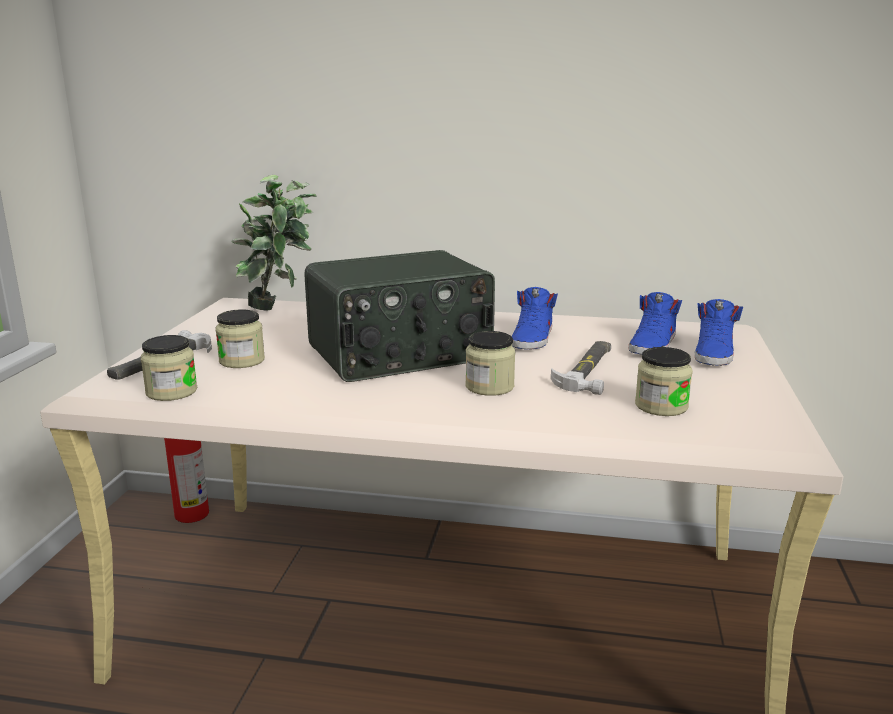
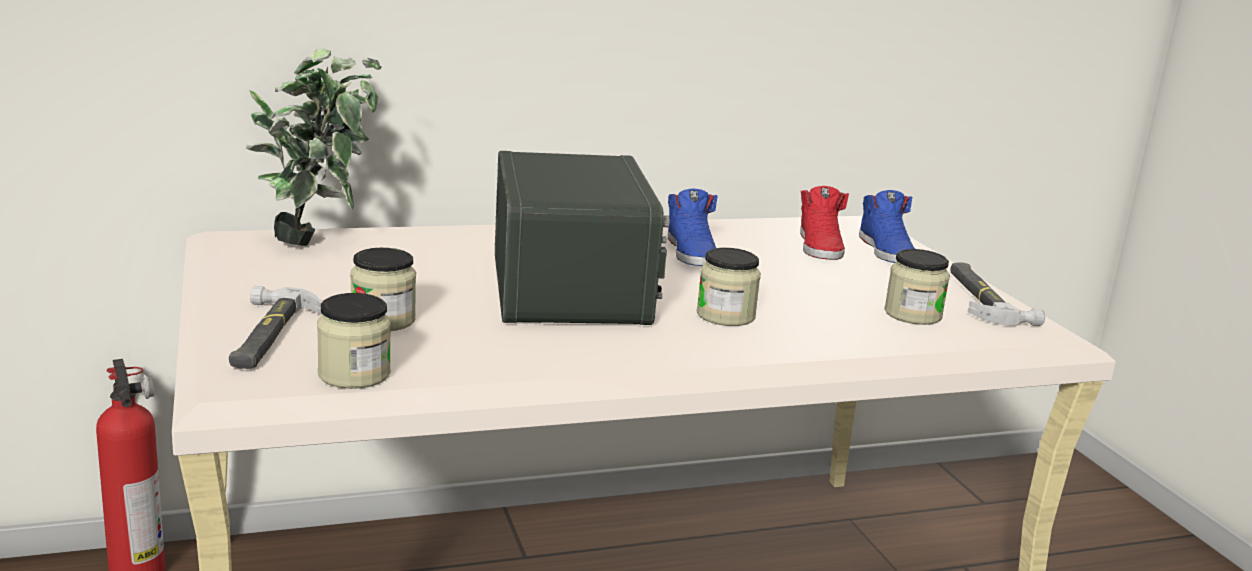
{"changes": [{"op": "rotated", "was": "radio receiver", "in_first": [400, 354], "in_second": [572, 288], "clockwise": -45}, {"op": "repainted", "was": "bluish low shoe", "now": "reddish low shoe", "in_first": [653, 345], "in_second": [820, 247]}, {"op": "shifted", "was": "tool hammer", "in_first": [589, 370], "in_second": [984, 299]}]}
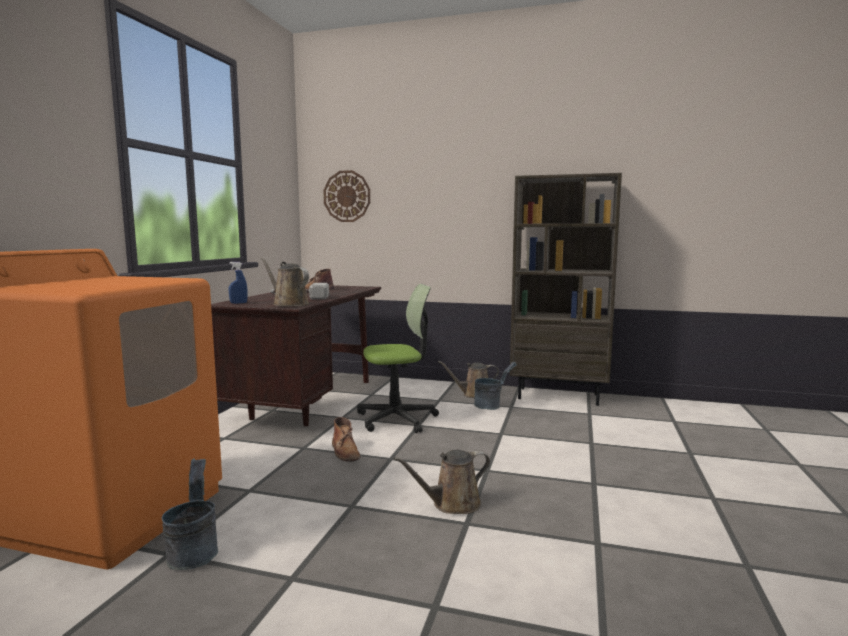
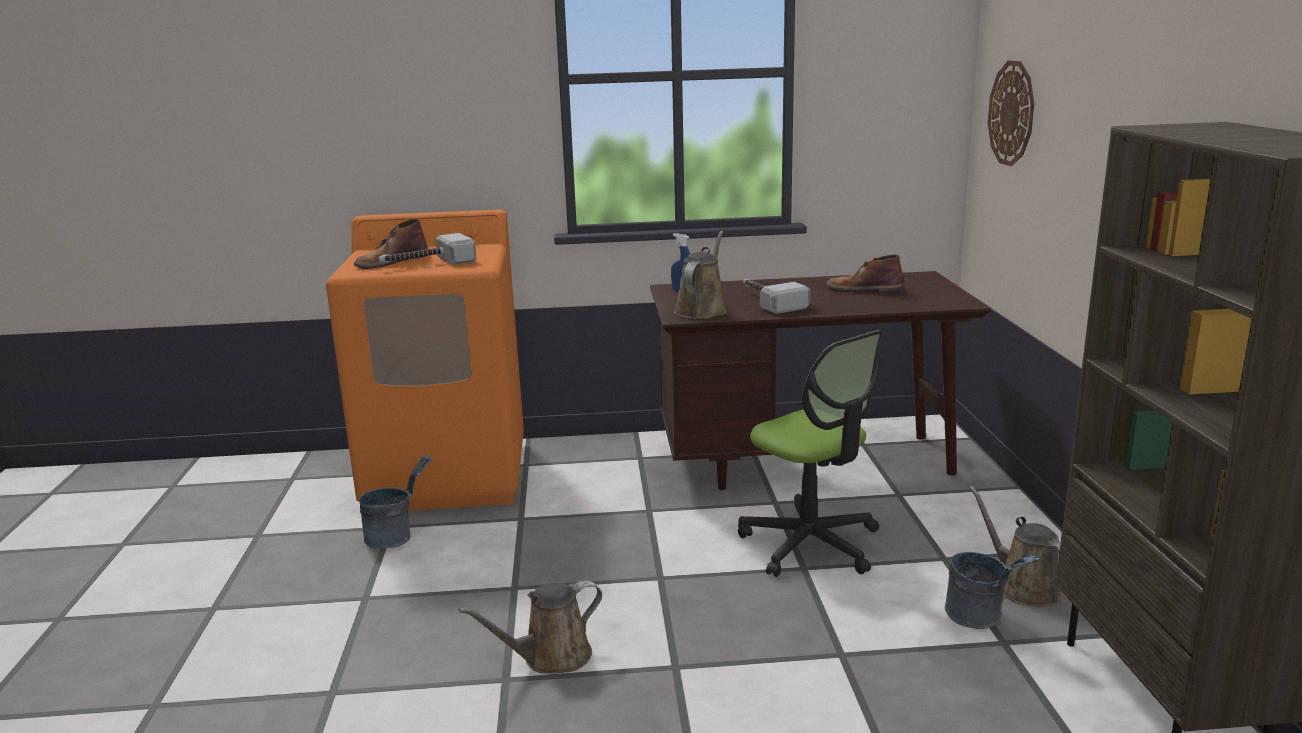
{"changes": [{"op": "shifted", "was": "brownish boot", "in_first": [345, 451], "in_second": [391, 261]}, {"op": "new", "now": "tool hammer", "in_second": [426, 264]}, {"op": "rotated", "was": "brownish watering can", "in_first": [452, 504], "in_second": [550, 657], "clockwise": -75}]}
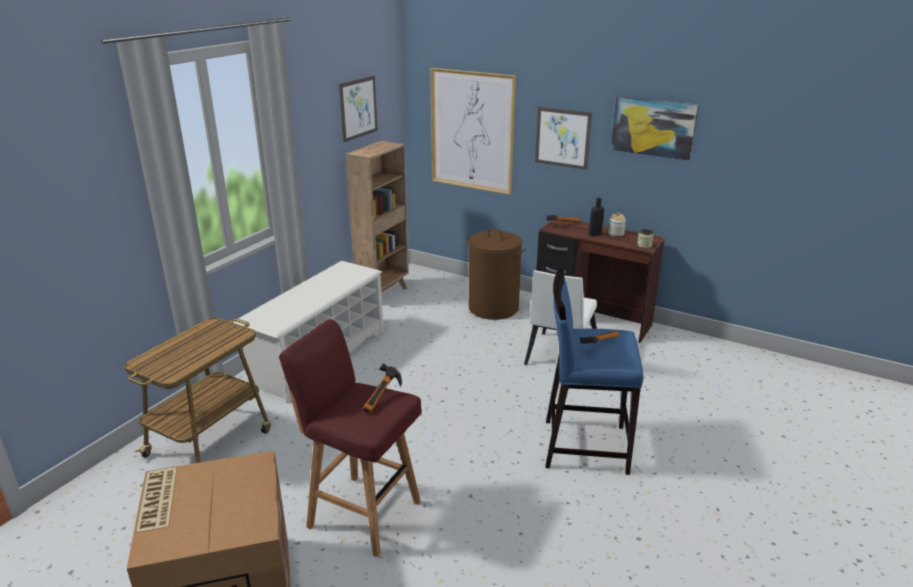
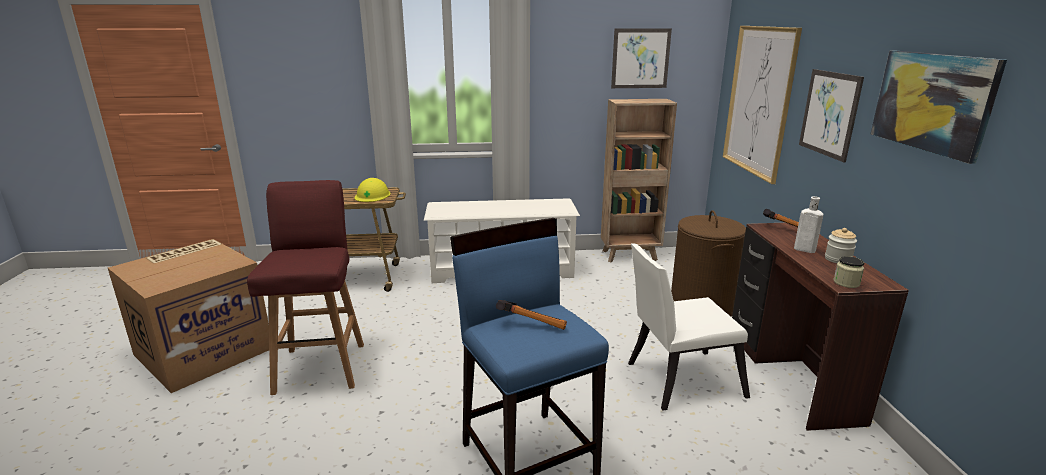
{"changes": [{"op": "new", "now": "yellow hard hat", "in_second": [372, 195]}, {"op": "repainted", "was": "black bottle", "now": "white-coloured bottle", "in_first": [594, 234], "in_second": [803, 249]}, {"op": "gone", "was": "tool hammer", "in_first": [384, 398]}]}
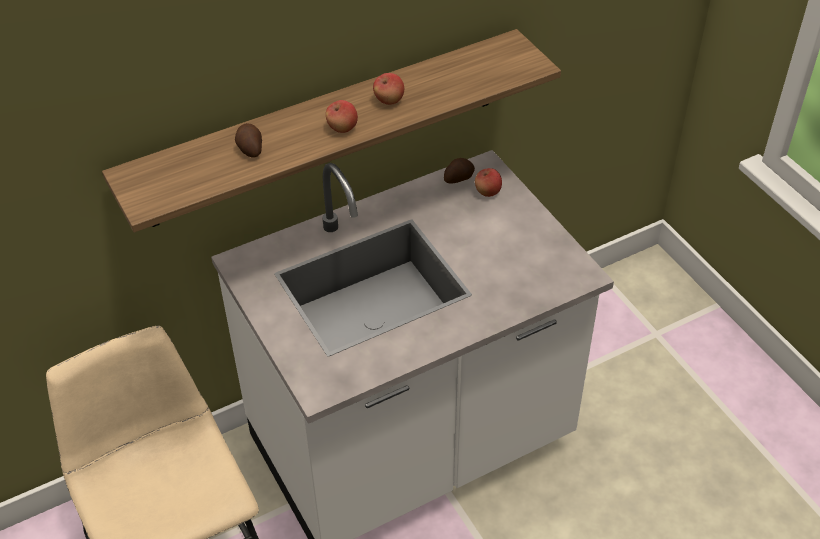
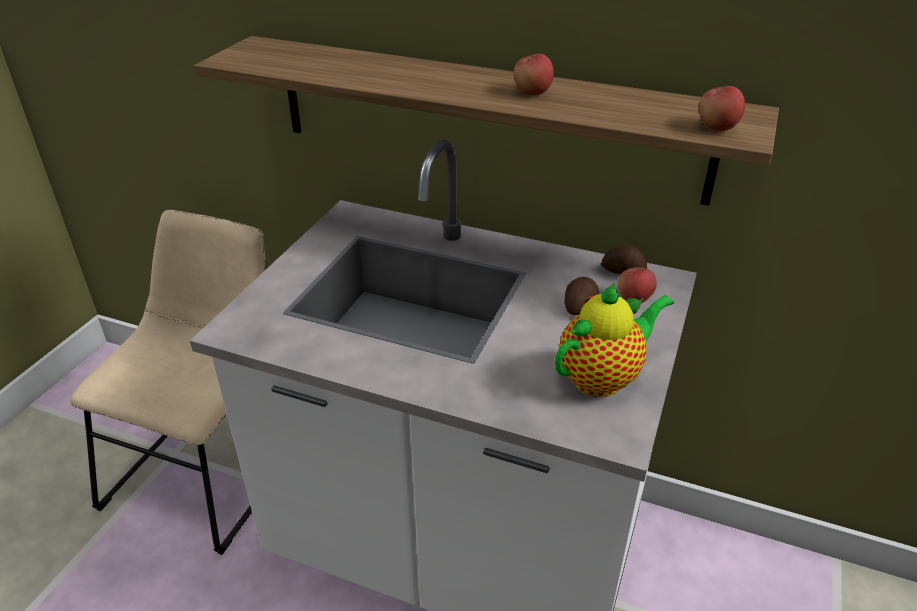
{"changes": [{"op": "new", "now": "pot for tea", "in_second": [603, 377]}, {"op": "shifted", "was": "spud", "in_first": [250, 148], "in_second": [579, 306]}, {"op": "shifted", "was": "apple", "in_first": [342, 128], "in_second": [717, 127]}]}
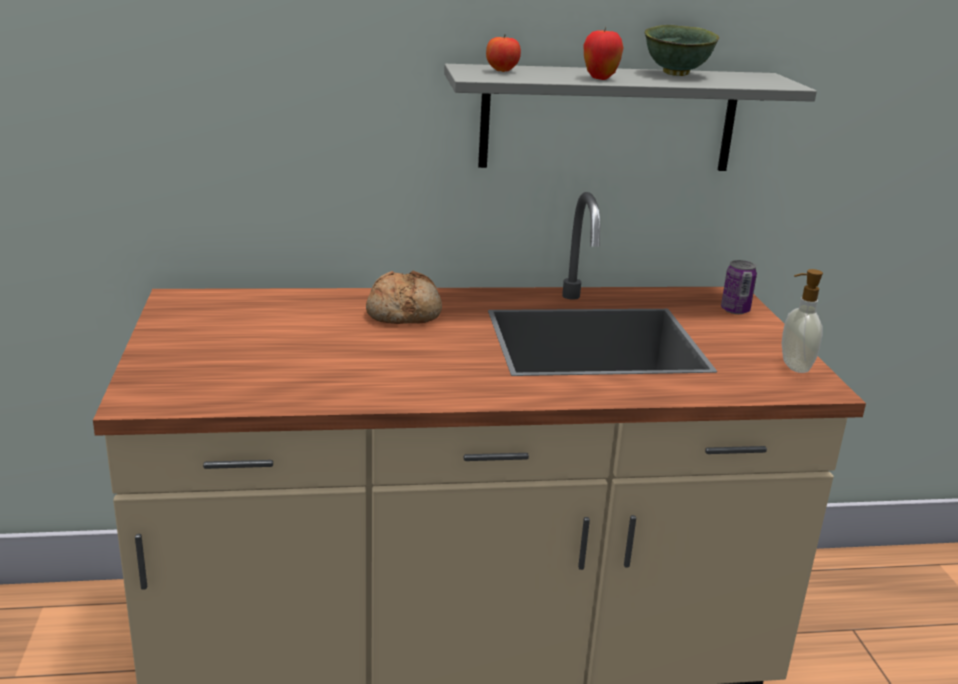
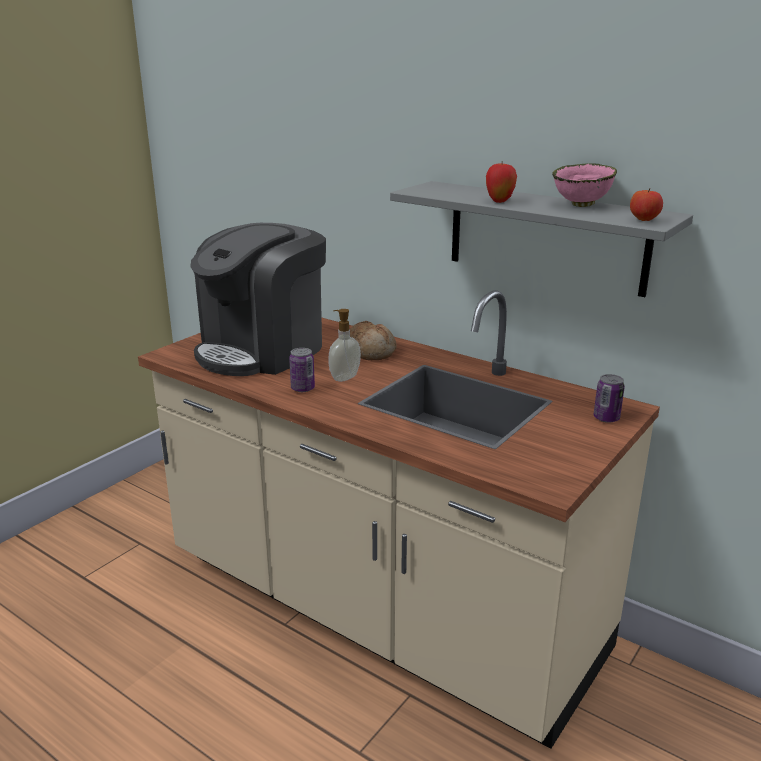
{"changes": [{"op": "new", "now": "coffee maker", "in_second": [262, 350]}, {"op": "new", "now": "can", "in_second": [302, 388]}, {"op": "shifted", "was": "liquid soap bottle", "in_first": [793, 366], "in_second": [344, 377]}, {"op": "repainted", "was": "greenish serving bowl", "now": "pink-coloured serving bowl", "in_first": [677, 74], "in_second": [582, 205]}, {"op": "shifted", "was": "apple", "in_first": [502, 71], "in_second": [644, 220]}]}
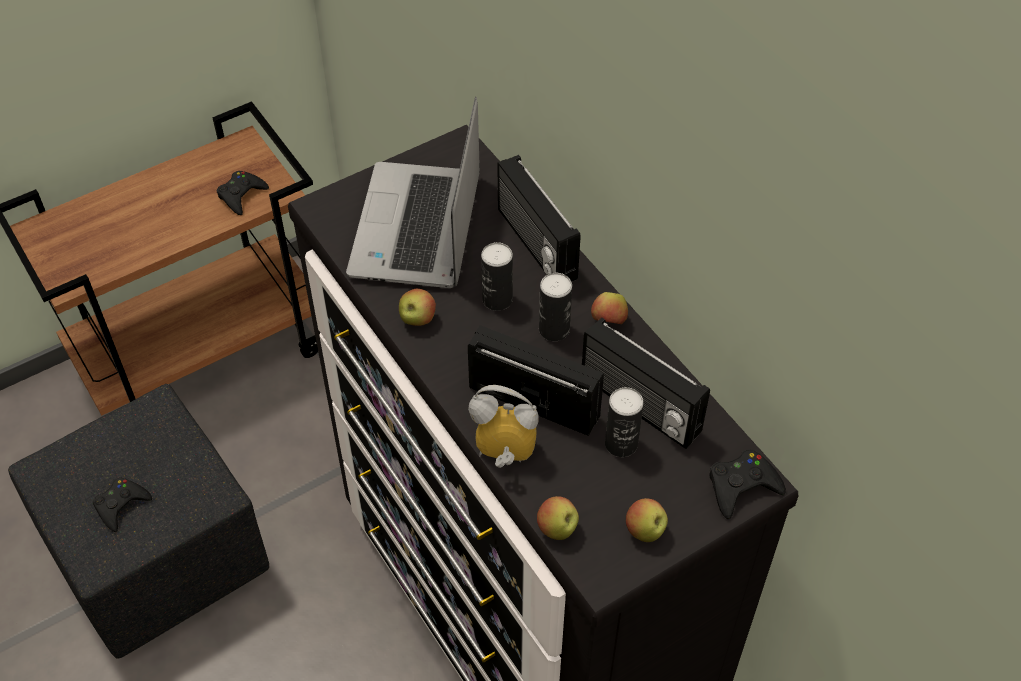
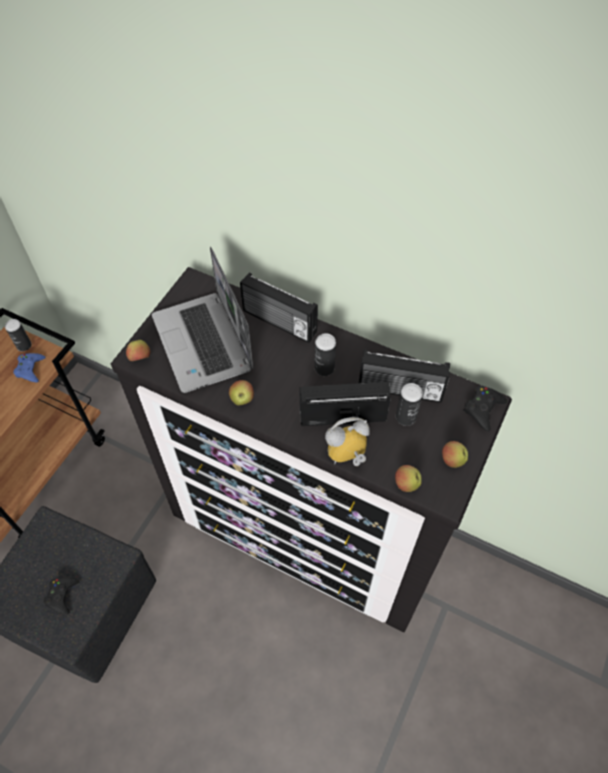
{"changes": [{"op": "shifted", "was": "can", "in_first": [497, 299], "in_second": [24, 345]}, {"op": "repainted", "was": "black gamepad", "now": "bluish gamepad", "in_first": [241, 195], "in_second": [30, 369]}, {"op": "shifted", "was": "apple", "in_first": [608, 321], "in_second": [140, 358]}]}
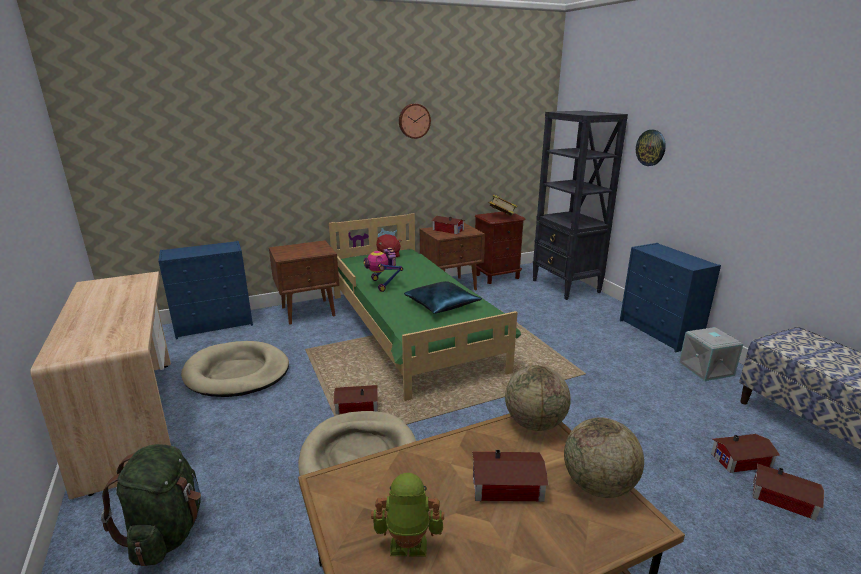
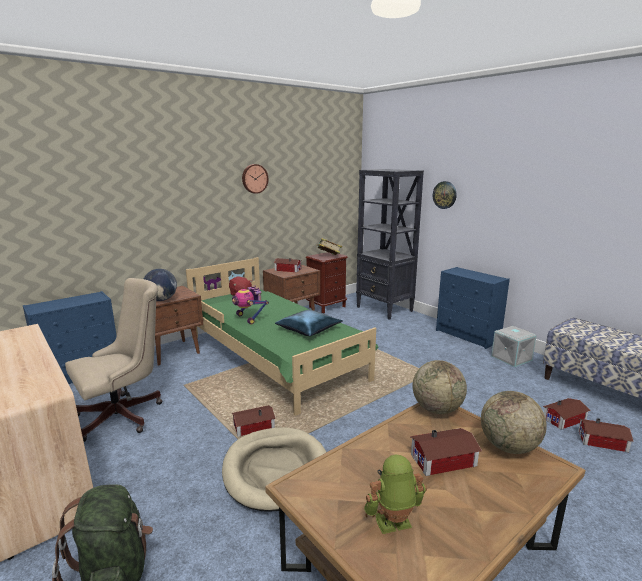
{"changes": [{"op": "swapped", "was": "beige dog cushion", "now": "beige office chair", "in_first": [237, 373], "in_second": [124, 415]}, {"op": "new", "now": "world globe", "in_second": [161, 300]}]}
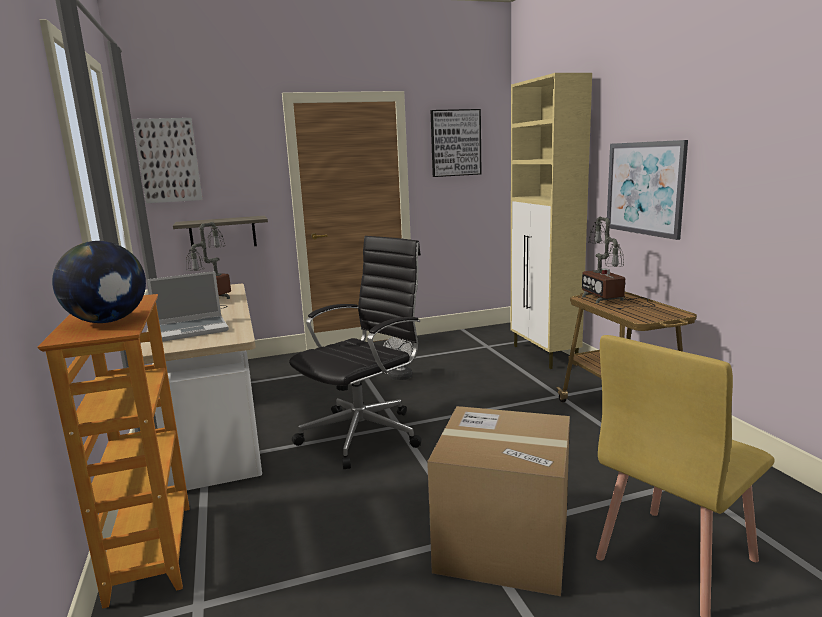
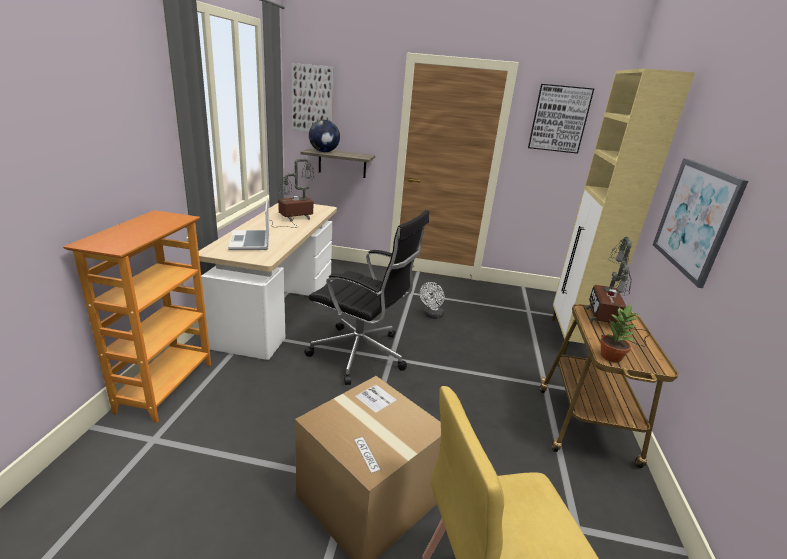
{"changes": [{"op": "rotated", "was": "notebook computer", "in_first": [192, 330], "in_second": [251, 242], "clockwise": 75}, {"op": "rotated", "was": "black office chair", "in_first": [364, 434], "in_second": [361, 355], "clockwise": 45}, {"op": "shifted", "was": "world globe", "in_first": [108, 321], "in_second": [324, 152]}, {"op": "new", "now": "plant in a pot", "in_second": [611, 356]}]}
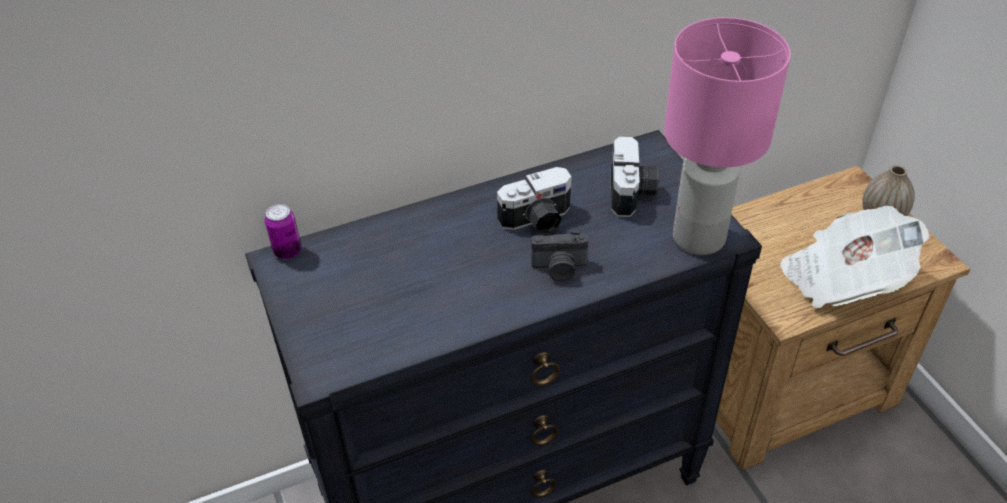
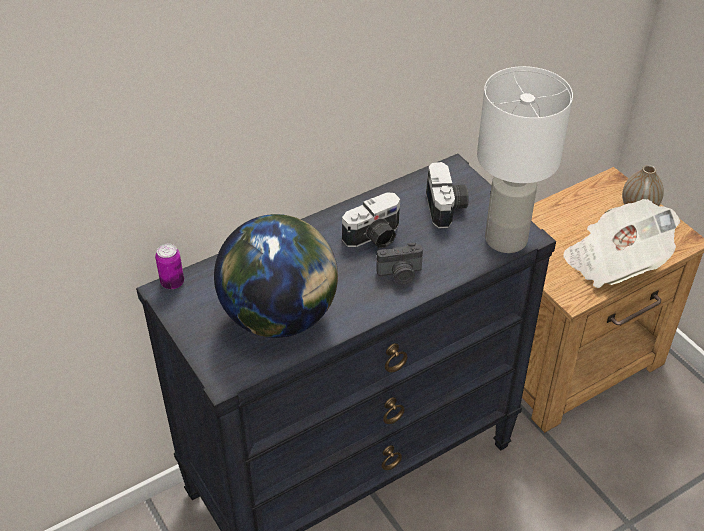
{"changes": [{"op": "new", "now": "world globe", "in_second": [280, 316]}, {"op": "repainted", "was": "pink-coloured table lamp", "now": "white-coloured table lamp", "in_first": [698, 238], "in_second": [505, 240]}]}
